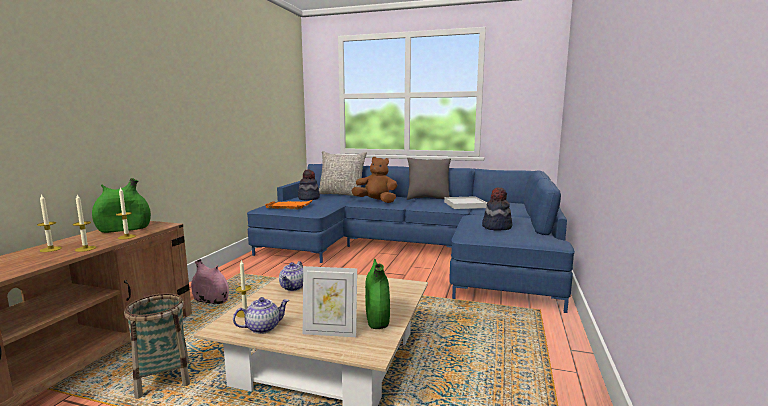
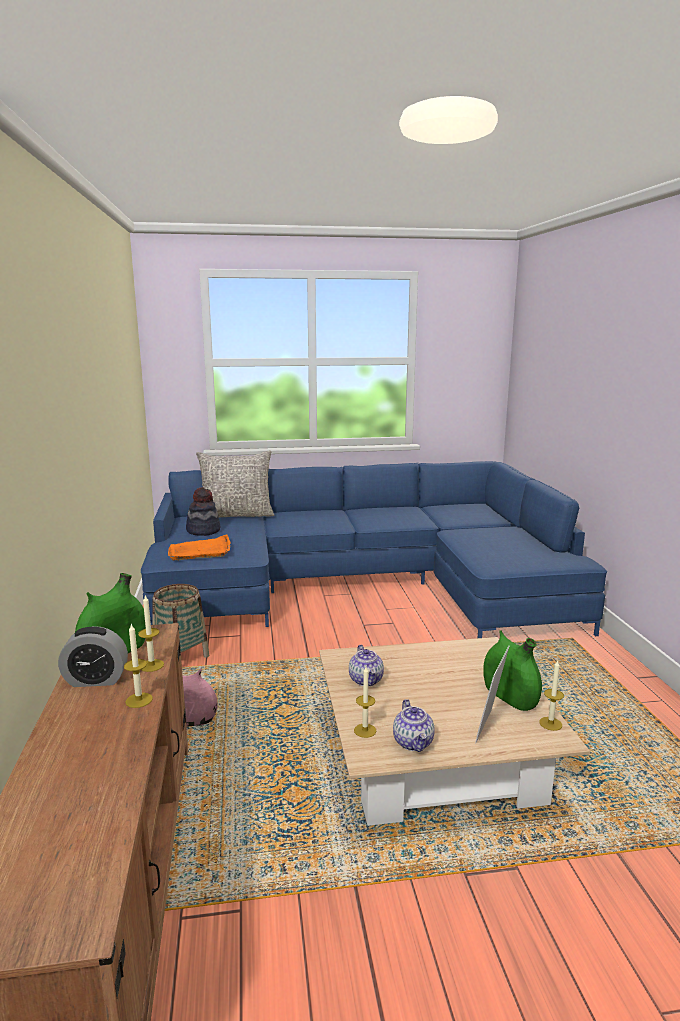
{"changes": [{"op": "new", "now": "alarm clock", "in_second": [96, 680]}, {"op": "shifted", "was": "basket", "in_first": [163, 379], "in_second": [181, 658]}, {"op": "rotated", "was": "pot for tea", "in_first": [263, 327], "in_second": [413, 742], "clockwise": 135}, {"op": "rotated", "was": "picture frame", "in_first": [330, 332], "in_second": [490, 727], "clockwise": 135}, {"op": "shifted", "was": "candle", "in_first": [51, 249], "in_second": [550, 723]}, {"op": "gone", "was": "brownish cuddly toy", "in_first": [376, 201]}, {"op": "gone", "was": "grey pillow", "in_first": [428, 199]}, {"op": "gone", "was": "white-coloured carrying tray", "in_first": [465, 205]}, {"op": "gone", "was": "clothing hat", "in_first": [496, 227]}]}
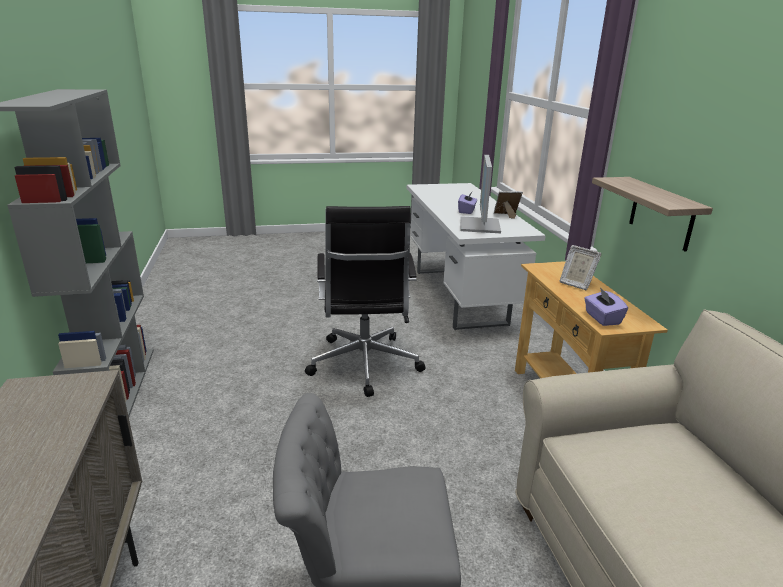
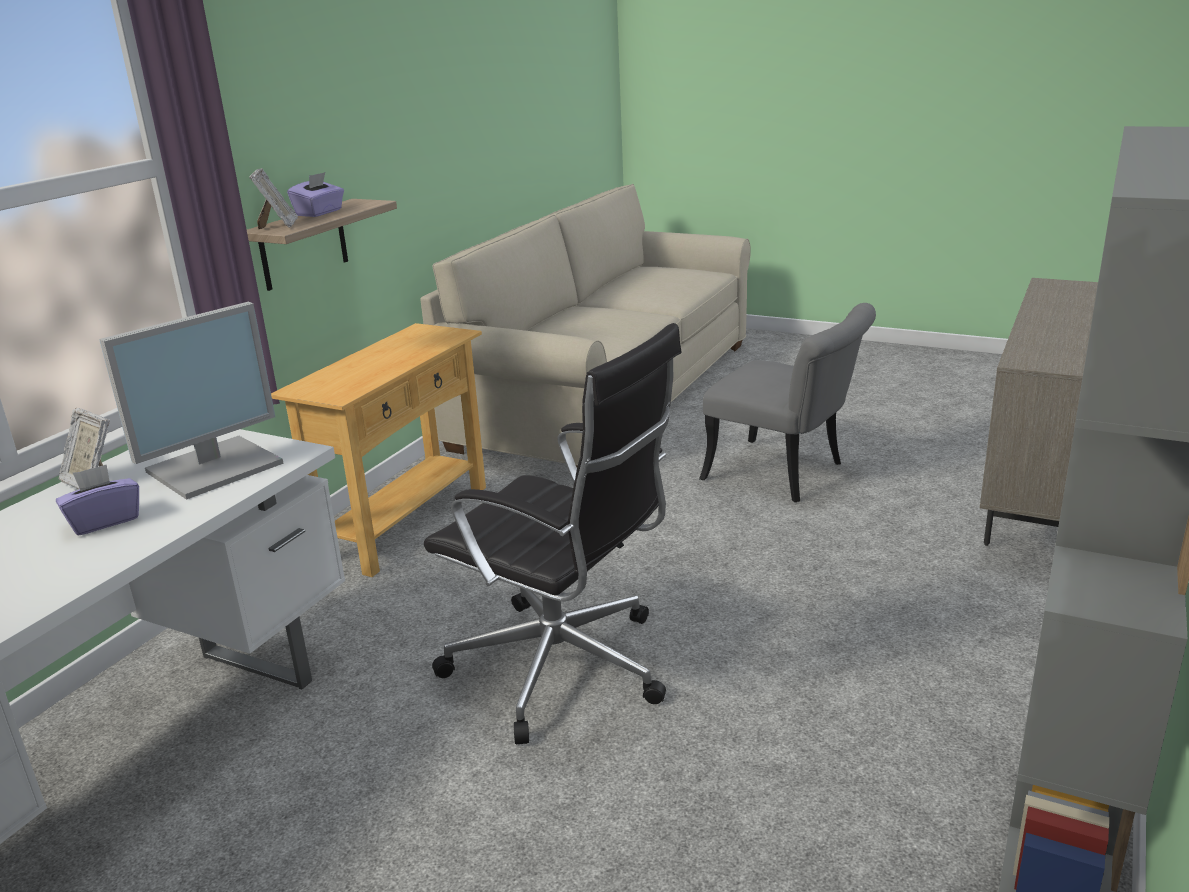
{"changes": [{"op": "shifted", "was": "picture frame", "in_first": [576, 284], "in_second": [279, 225]}, {"op": "shifted", "was": "purple tissue box", "in_first": [602, 318], "in_second": [319, 213]}, {"op": "rotated", "was": "black office chair", "in_first": [364, 365], "in_second": [564, 669], "clockwise": 90}]}
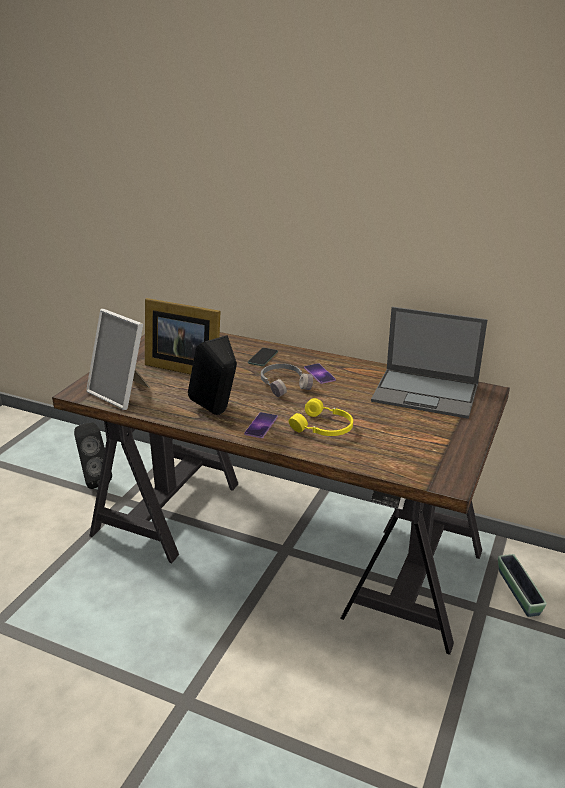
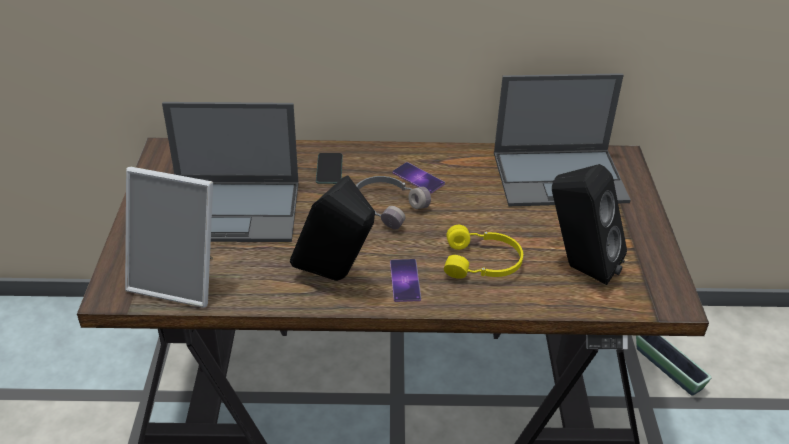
{"changes": [{"op": "swapped", "was": "picture frame", "now": "notebook computer", "in_first": [183, 367], "in_second": [234, 211]}, {"op": "shifted", "was": "black speaker", "in_first": [93, 479], "in_second": [578, 267]}]}
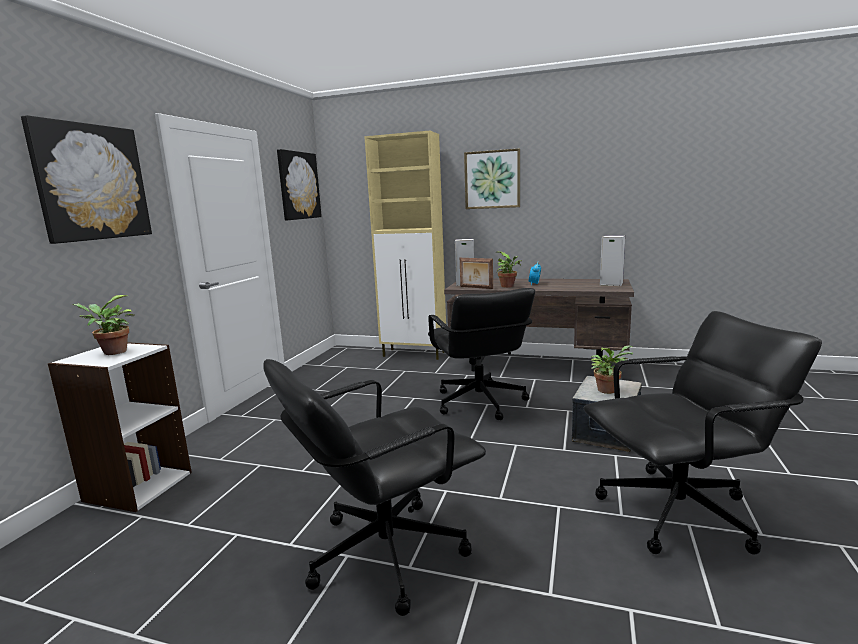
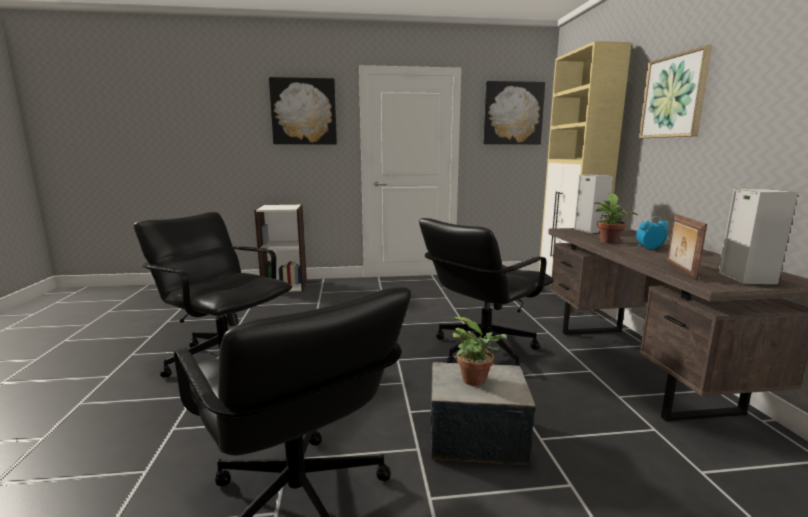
{"changes": [{"op": "shifted", "was": "picture frame", "in_first": [476, 288], "in_second": [679, 270]}, {"op": "gone", "was": "plant in a pot", "in_first": [112, 352]}]}
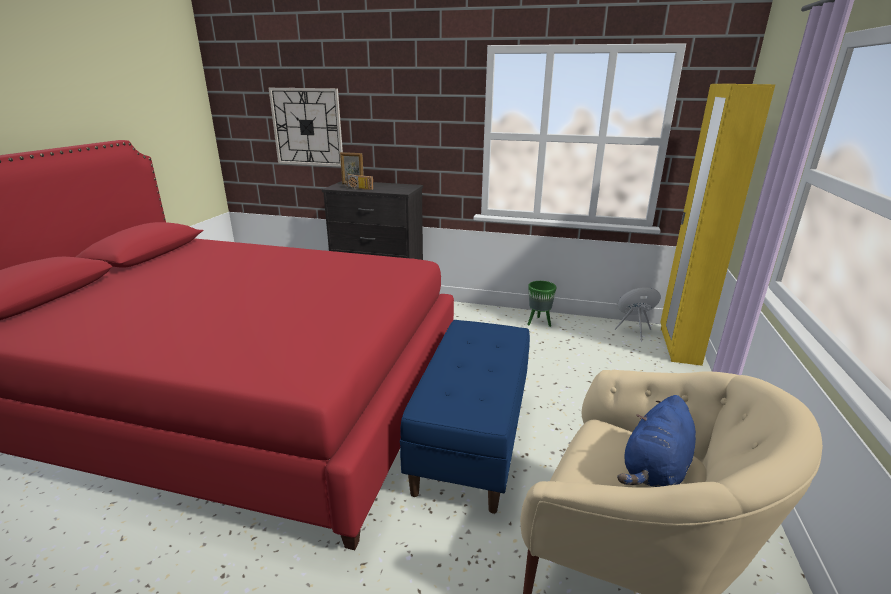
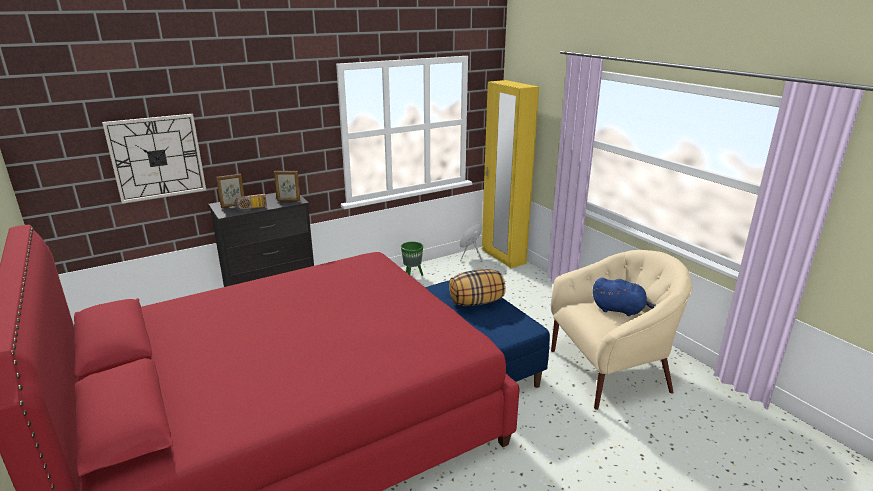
{"changes": [{"op": "new", "now": "picture frame", "in_second": [288, 200]}, {"op": "new", "now": "pillow", "in_second": [476, 302]}, {"op": "rotated", "was": "bluish cuddly toy", "in_first": [655, 469], "in_second": [620, 310], "clockwise": -60}]}
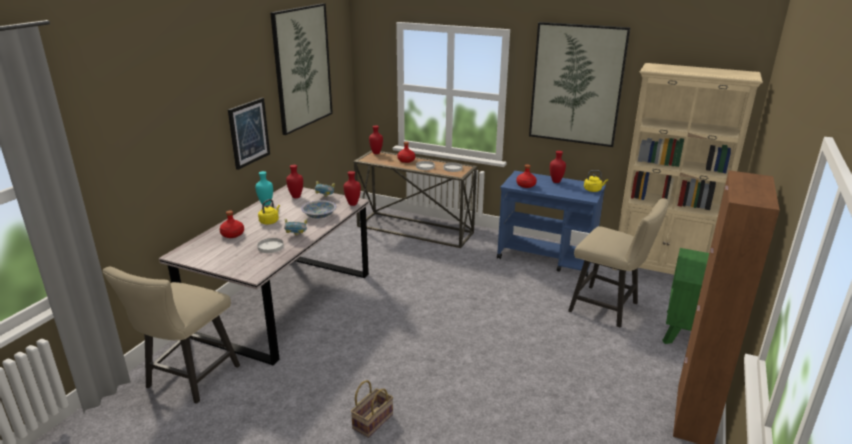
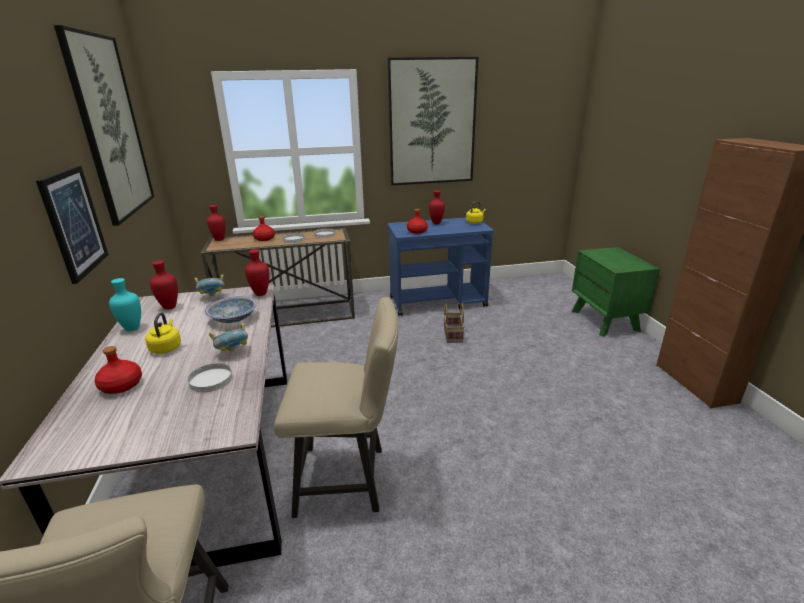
{"changes": [{"op": "shifted", "was": "beige upright chair", "in_first": [609, 308], "in_second": [349, 479]}, {"op": "shifted", "was": "basket", "in_first": [373, 421], "in_second": [452, 335]}, {"op": "gone", "was": "beige bookcase", "in_first": [661, 270]}]}
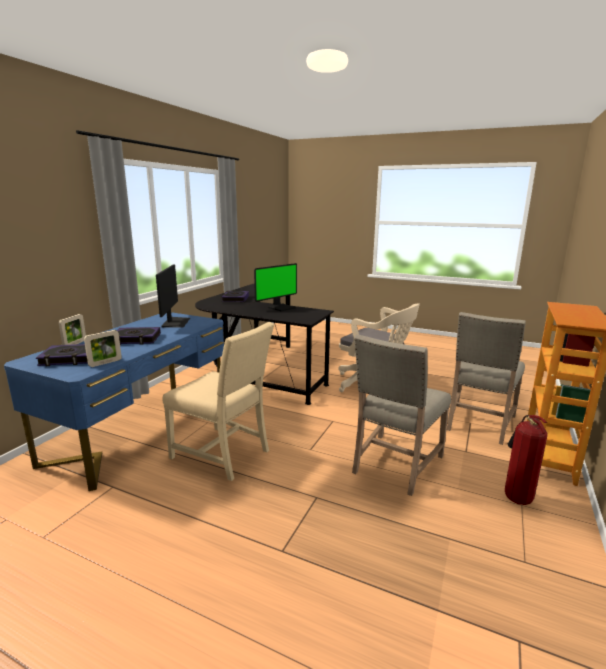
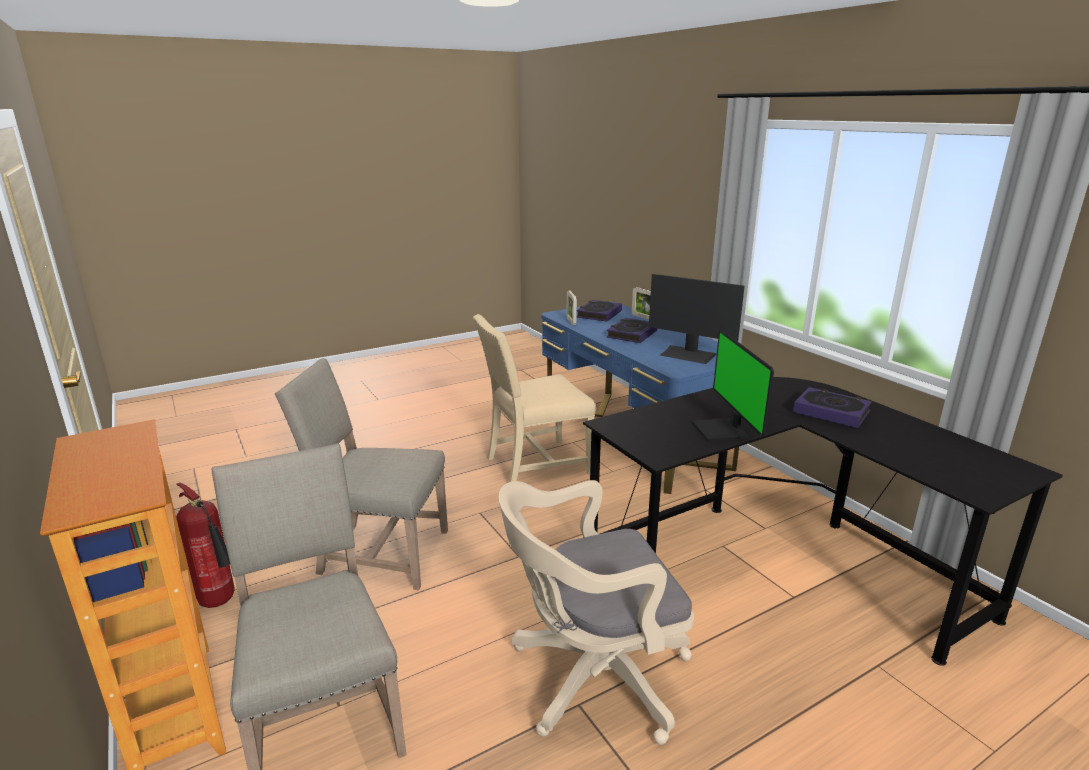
{"changes": [{"op": "rotated", "was": "beige upright chair", "in_first": [395, 465], "in_second": [379, 553], "clockwise": -60}]}
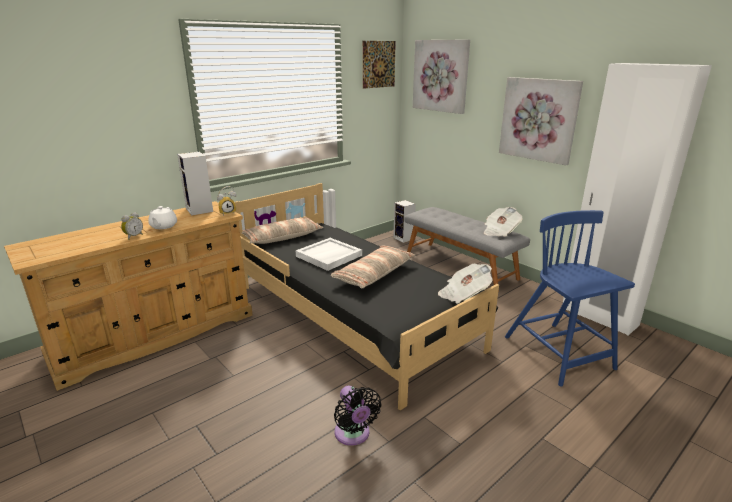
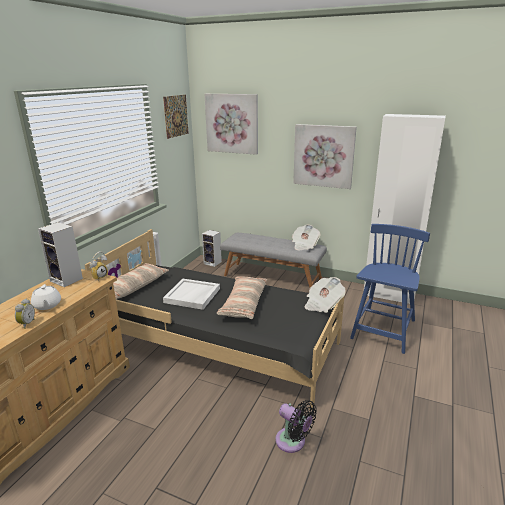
{"changes": [{"op": "rotated", "was": "bluish upright chair", "in_first": [559, 354], "in_second": [383, 330], "clockwise": 75}]}
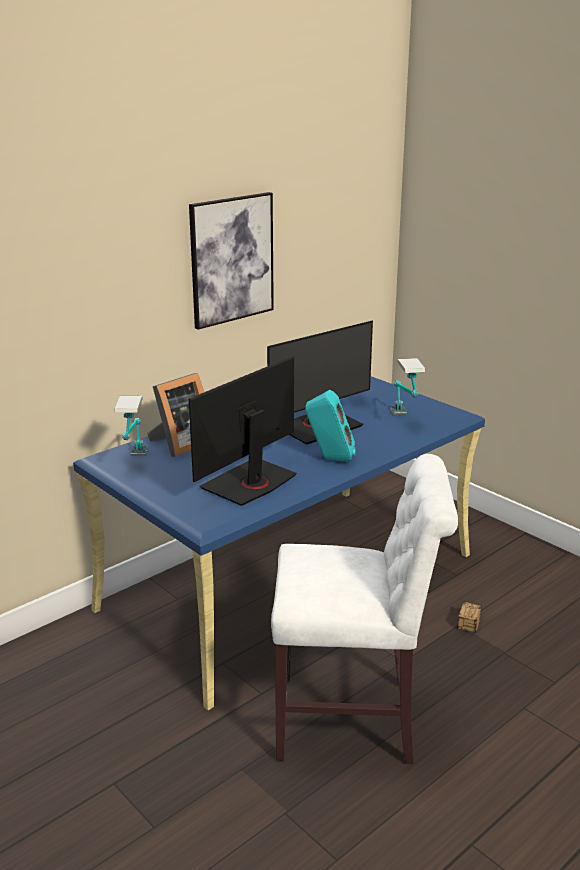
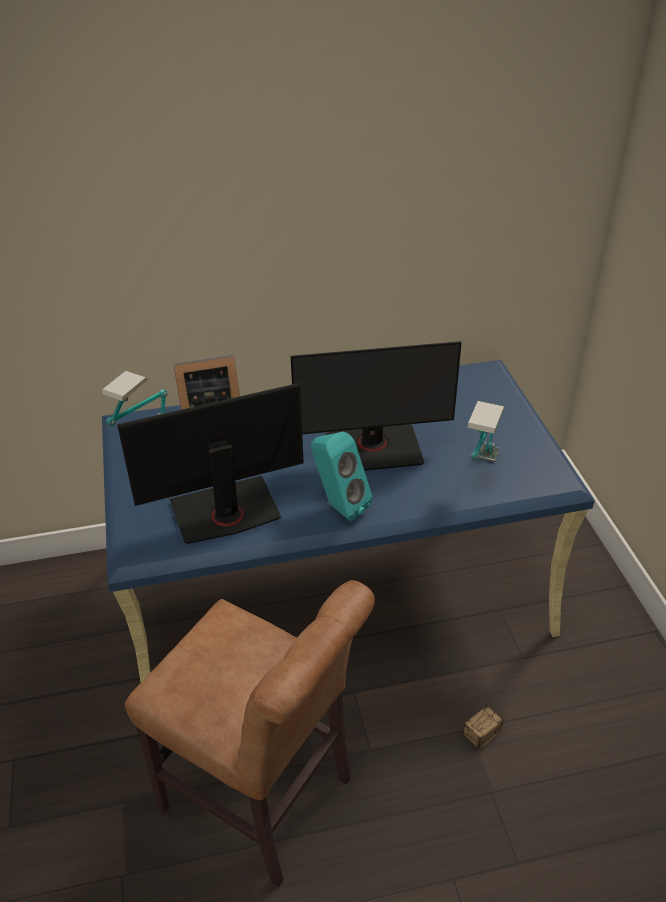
{"changes": [{"op": "repainted", "was": "white-coloured upright chair", "now": "brownish upright chair", "in_first": [353, 720], "in_second": [264, 799]}, {"op": "gone", "was": "picture", "in_first": [231, 259]}]}
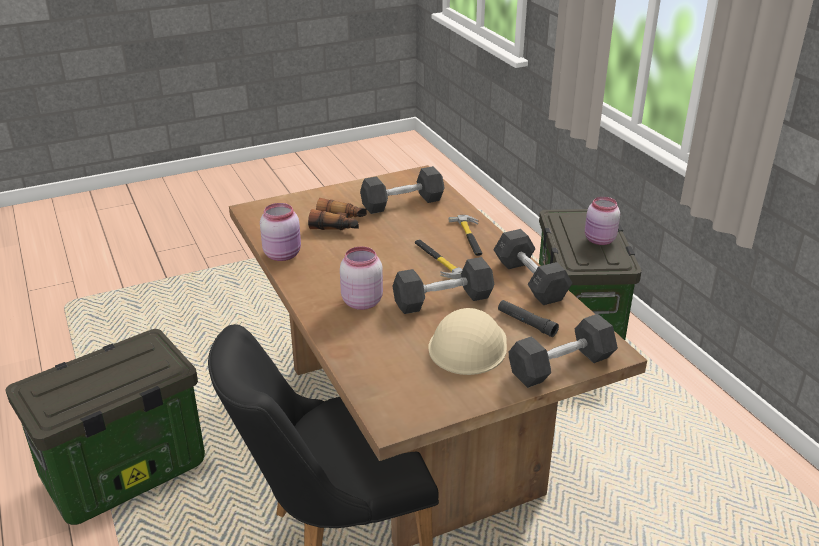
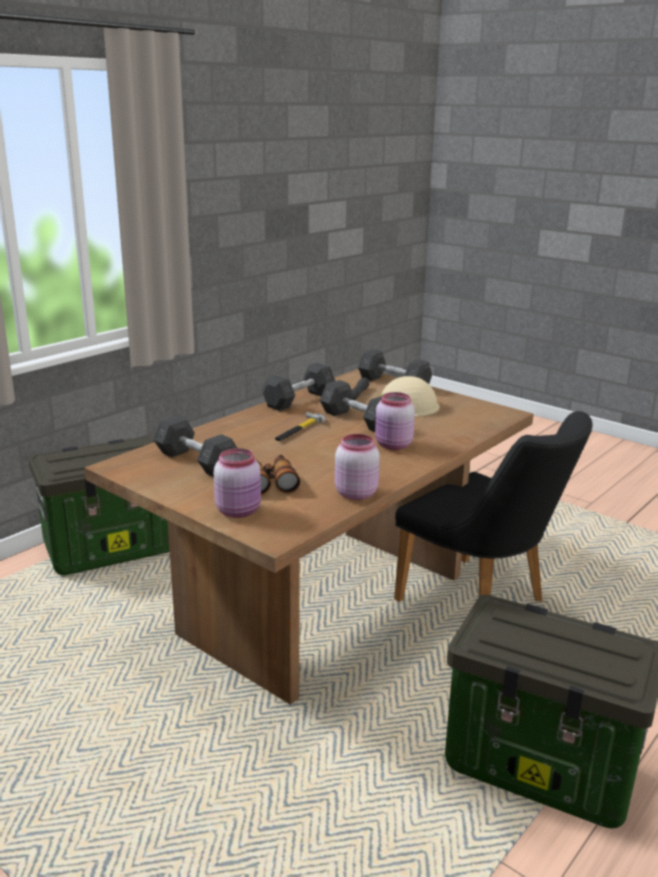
{"changes": [{"op": "shifted", "was": "pink-coloured storage jar", "in_first": [599, 240], "in_second": [239, 511]}, {"op": "gone", "was": "tool hammer", "in_first": [470, 237]}]}
